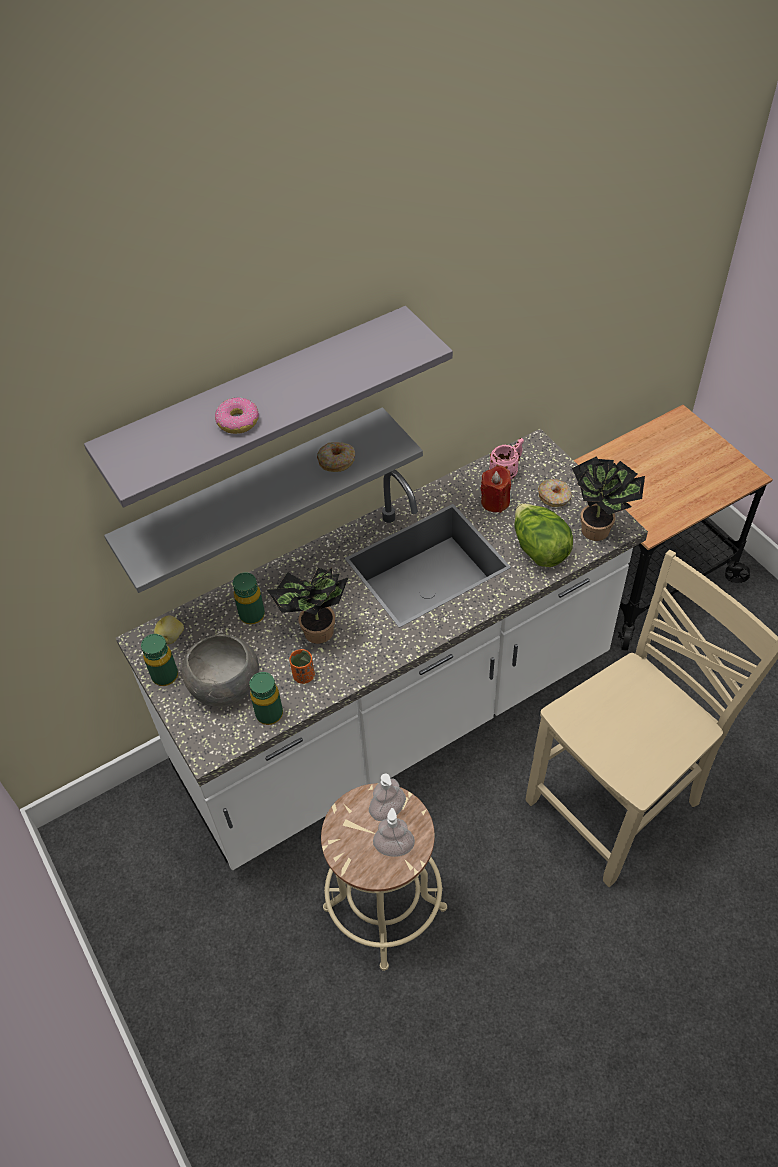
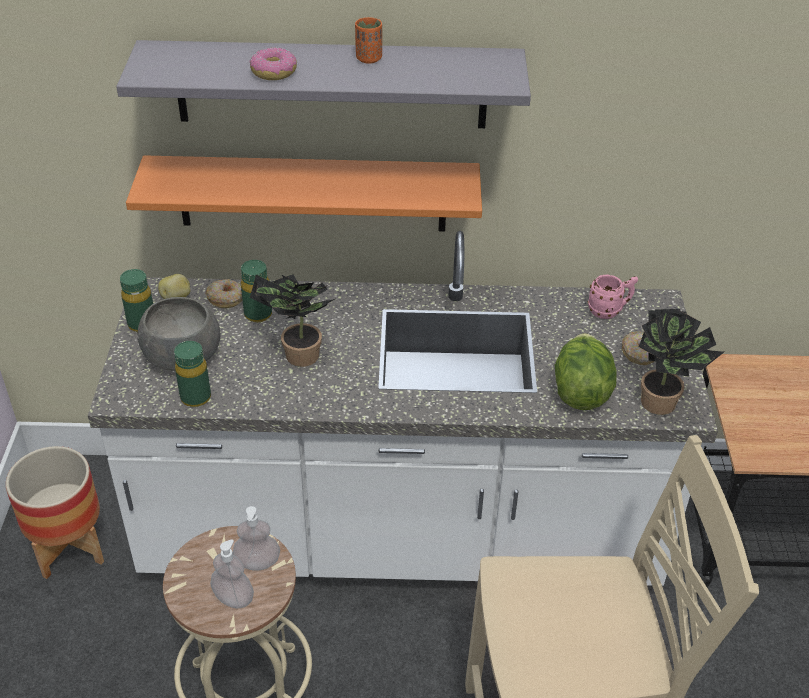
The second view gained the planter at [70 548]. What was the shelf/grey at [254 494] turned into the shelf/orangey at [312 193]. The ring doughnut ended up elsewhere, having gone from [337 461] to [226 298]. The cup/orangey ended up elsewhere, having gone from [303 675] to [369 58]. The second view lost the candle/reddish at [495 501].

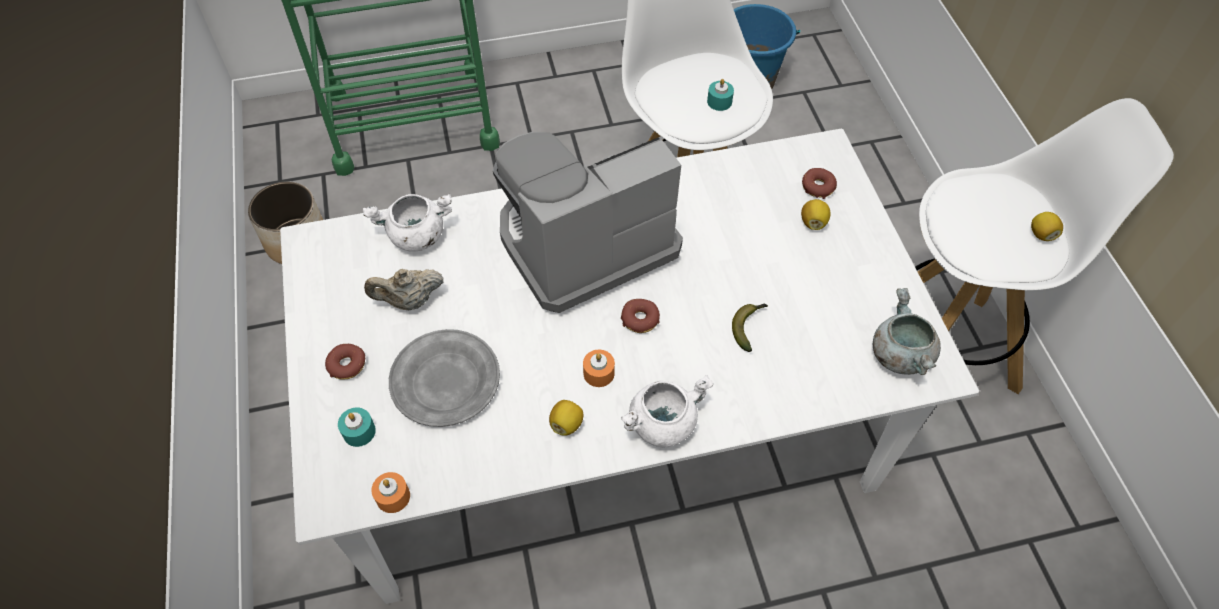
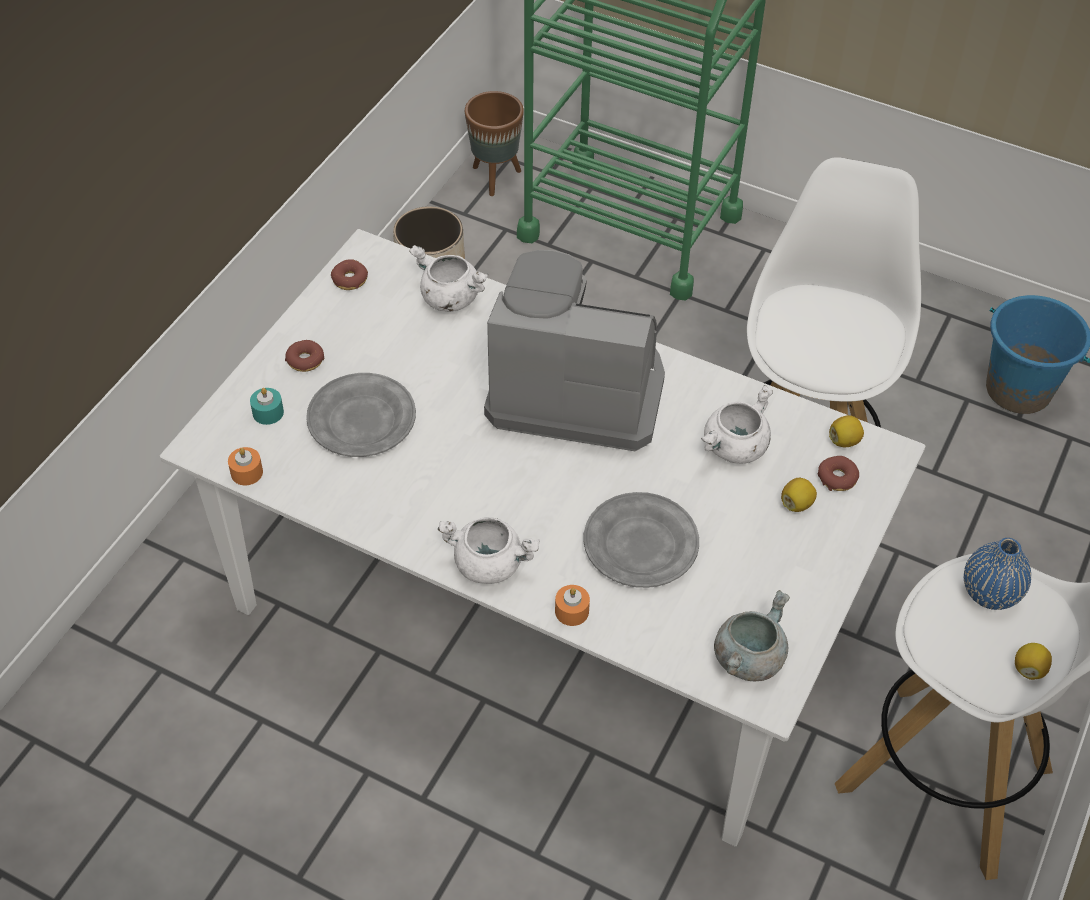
The ring doughnut ended up elsewhere, having gone from [640 319] to [350 279]. The second view gained the planter/brown-coloured at [495 177]. The candle/orangey ended up elsewhere, having gone from [598 373] to [572 611]. Where the whole banana stood at [749 327], the plate/grey came to stand at [640 545]. The second view gained the stockpot/white at [734 448]. The lemon ended up elsewhere, having gone from [566 424] to [844 441]. The second view gained the flower vase/bluish at [990 592]. The second view lost the pot for tea/beige at [409 301]. The second view lost the candle/turquoise-coloured at [719 101].

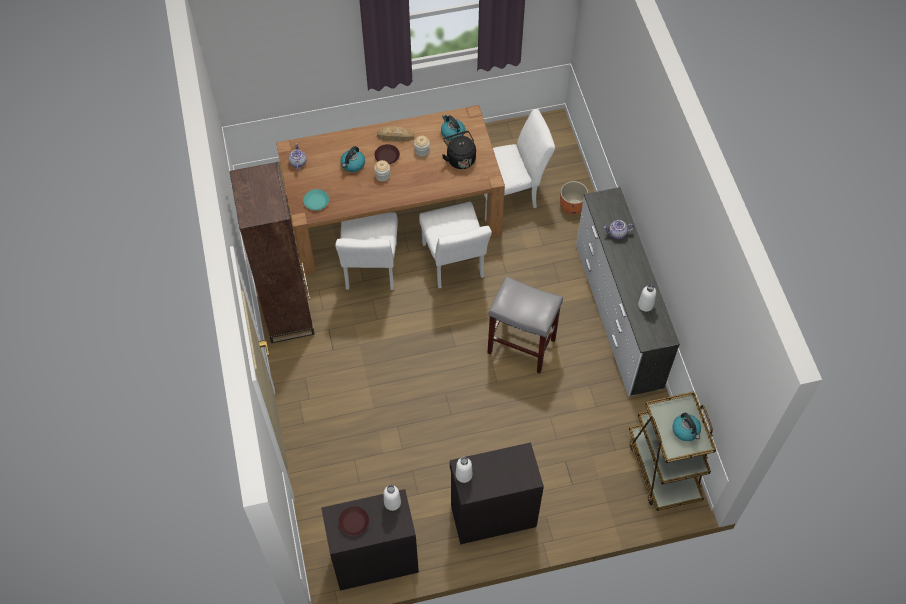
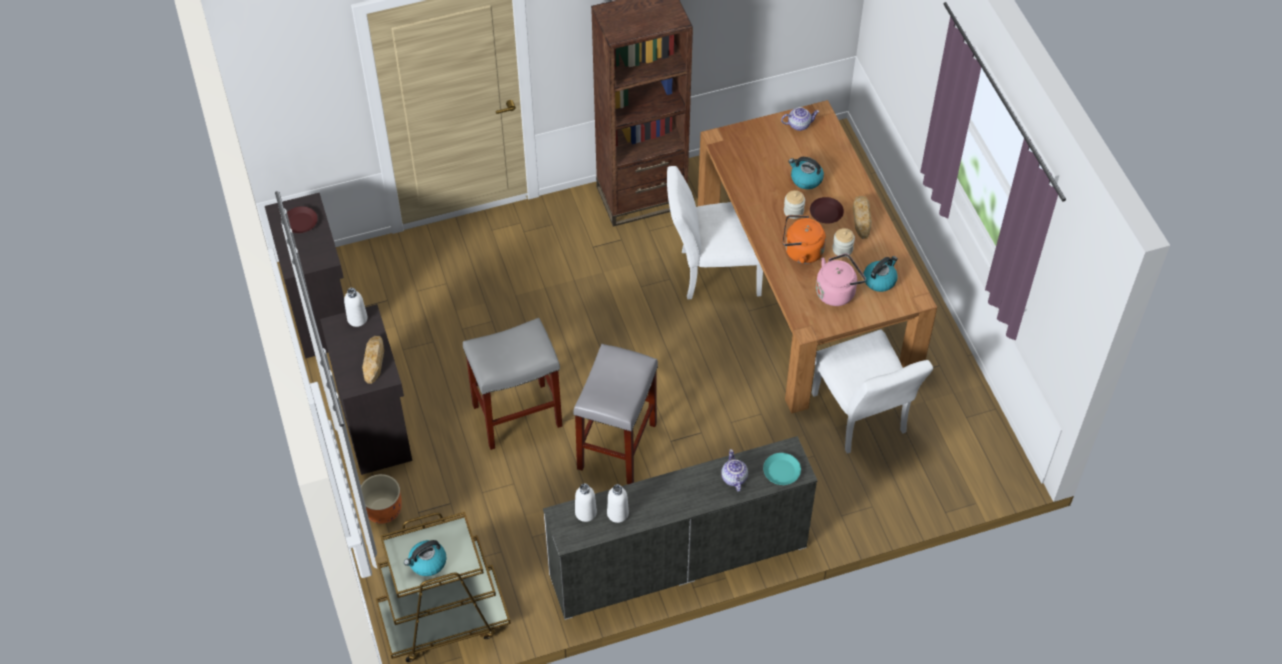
The planter/orangey ended up elsewhere, having gone from [571 206] to [383 509]. The second view gained the bread at [374 361]. The second view gained the stool seat/grey at [516 416]. The beverage bottle/white ended up elsewhere, having gone from [392 502] to [585 512]. The plate/turquoise-coloured ended up elsewhere, having gone from [316 202] to [781 471]. The second view gained the water kettle/orangey at [801 251]. What was the water kettle/blackish at [460 158] turned into the water kettle/pinkish at [837 291]. The second view lost the upright chair/white at [454 265].

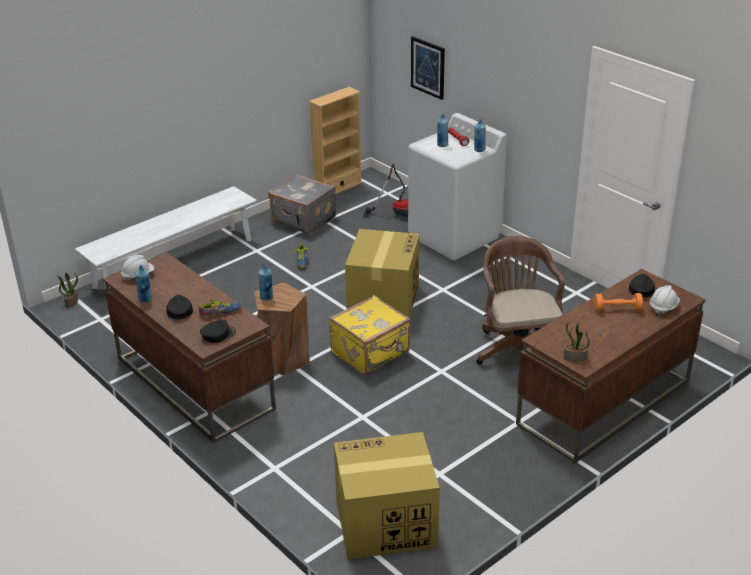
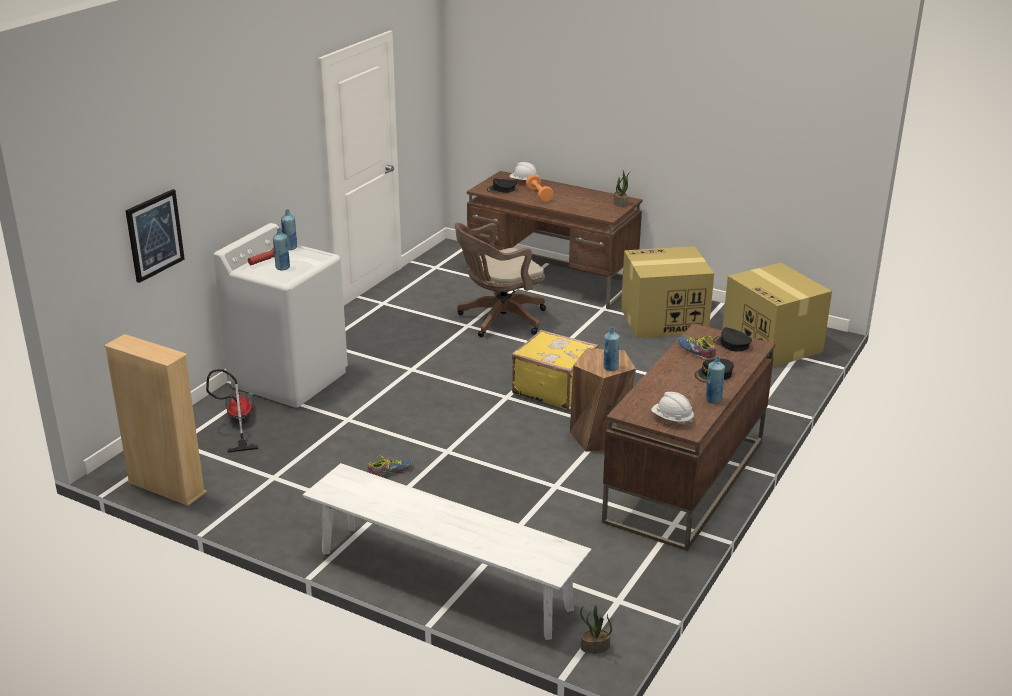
The carton ended up elsewhere, having gone from [383 300] to [662 320]. The second view lost the travel case/grey at [303 220].

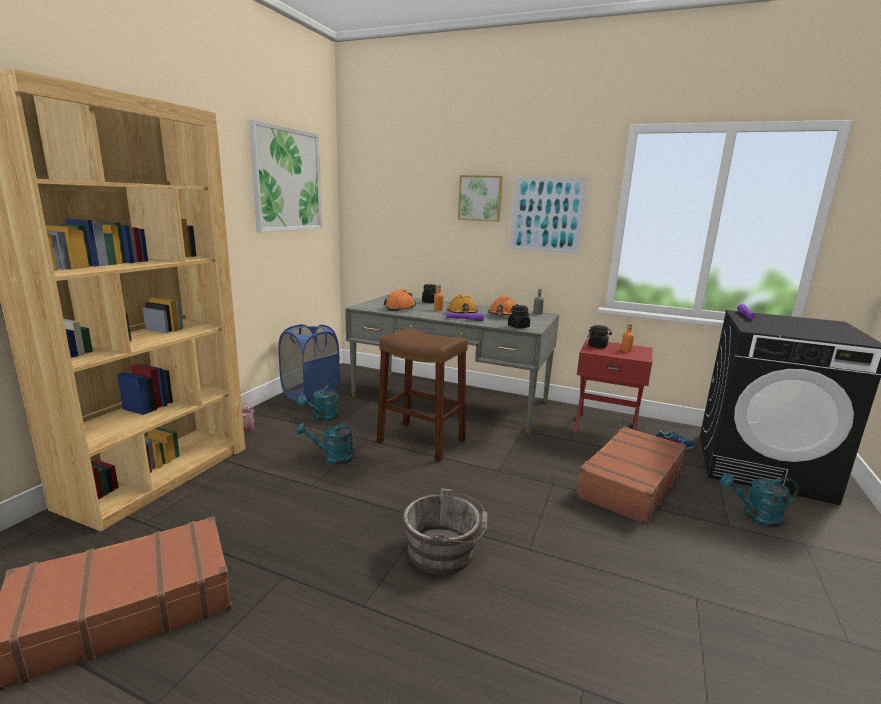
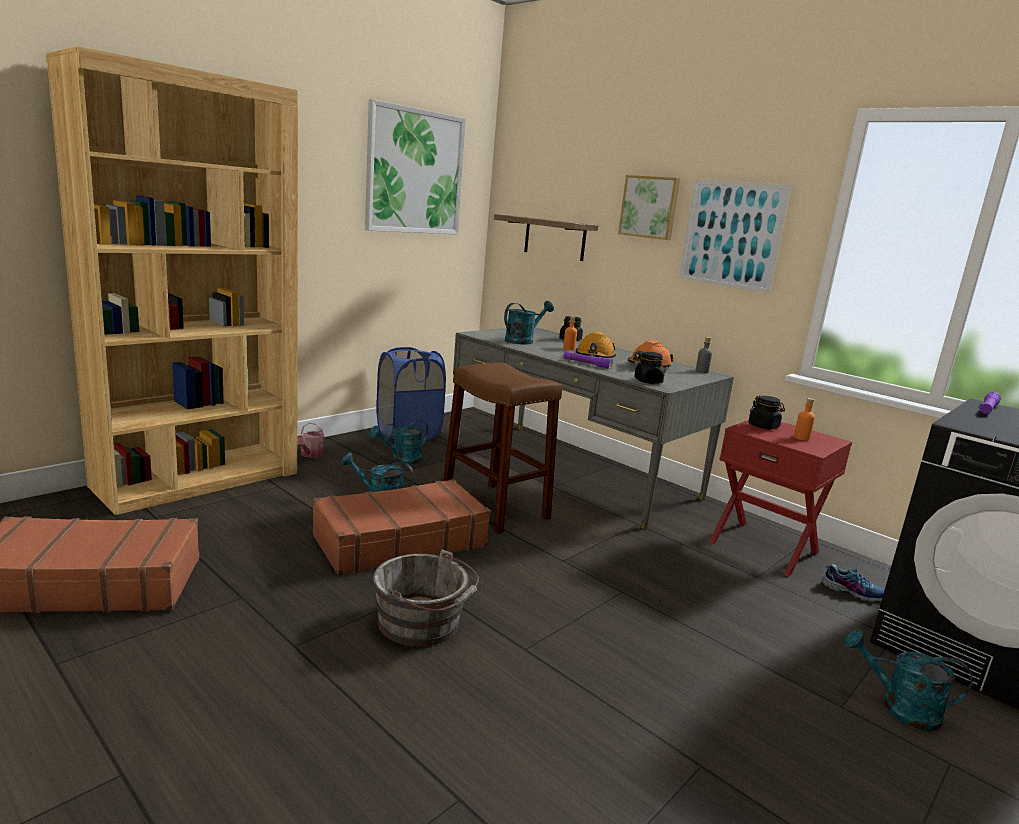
The travel case/brown-coloured ended up elsewhere, having gone from [629 483] to [399 541]. The second view gained the shelf at [554 238]. Where the safety helmet/orangey stood at [400 307], the sprinkling can/turquoise-coloured came to stand at [523 341].

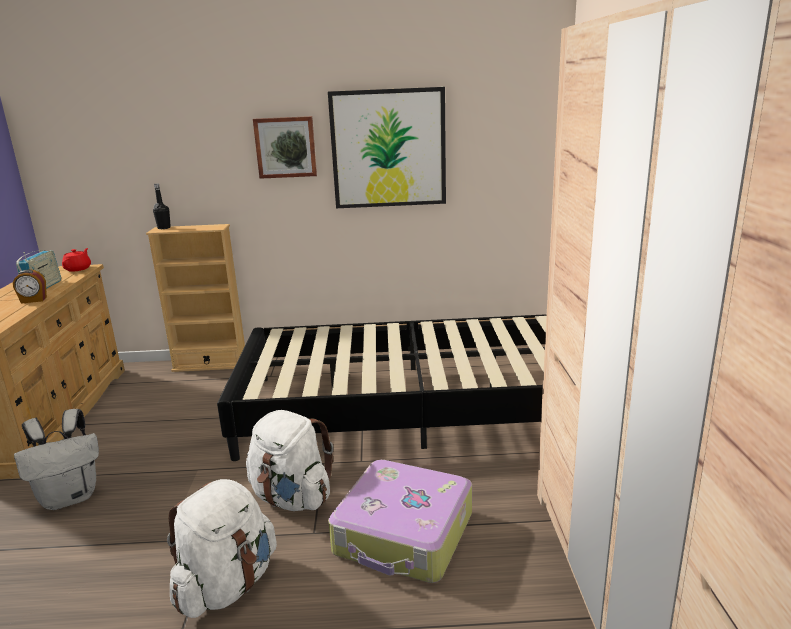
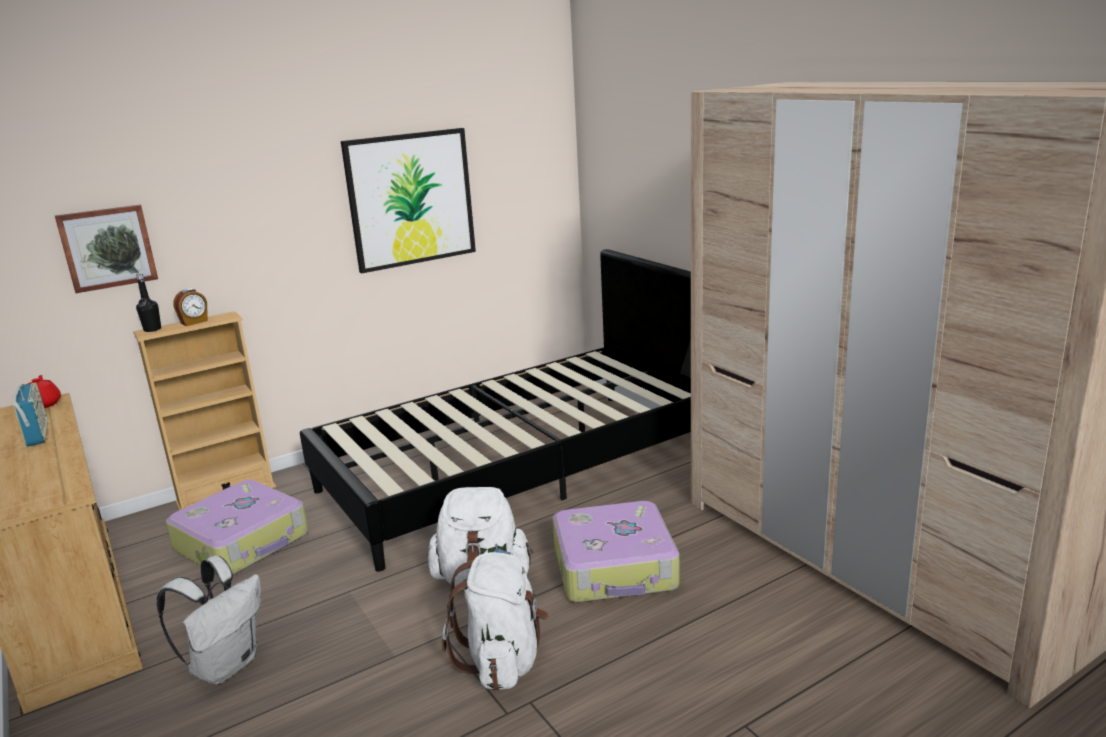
The picture ended up elsewhere, having gone from [285 147] to [107 247]. The second view gained the travel case at [243 542]. The table clock ended up elsewhere, having gone from [33 300] to [194 322].

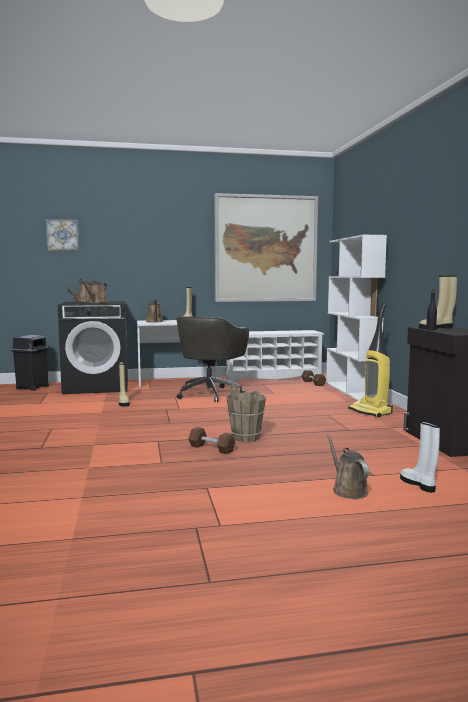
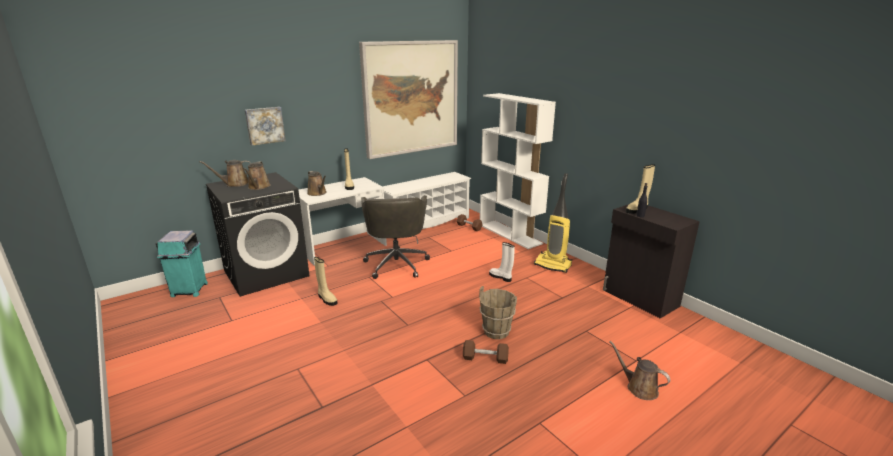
What was the trash can/blackish at [32 387] turned into the trash can/turquoise-coloured at [189 290]. The picture ended up elsewhere, having gone from [62 235] to [265 125]. The boot/white ended up elsewhere, having gone from [418 484] to [501 277].

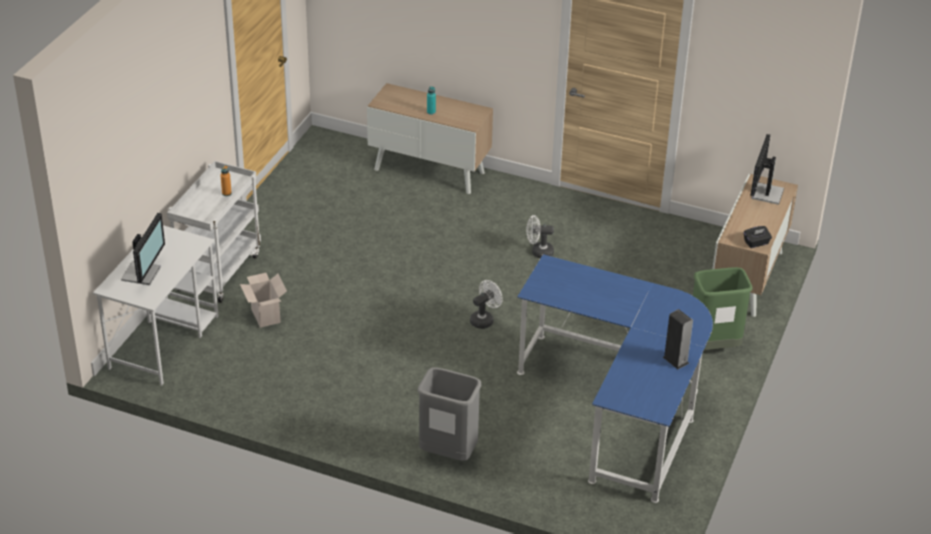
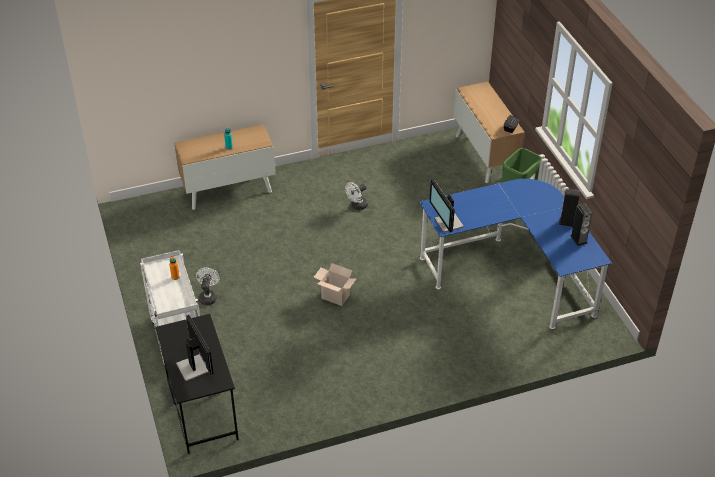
What was the desk/white at [164 341] turned into the desk/blackish at [201 409]. The cooling fan/white ended up elsewhere, having gone from [484 319] to [208 296]. The carton ended up elsewhere, having gone from [264 315] to [334 297]. The monitor ended up elsewhere, having gone from [765 194] to [447 223]. The second view gained the loudspeaker at [578 239]. The second view lost the trash can/grey at [448 453].

